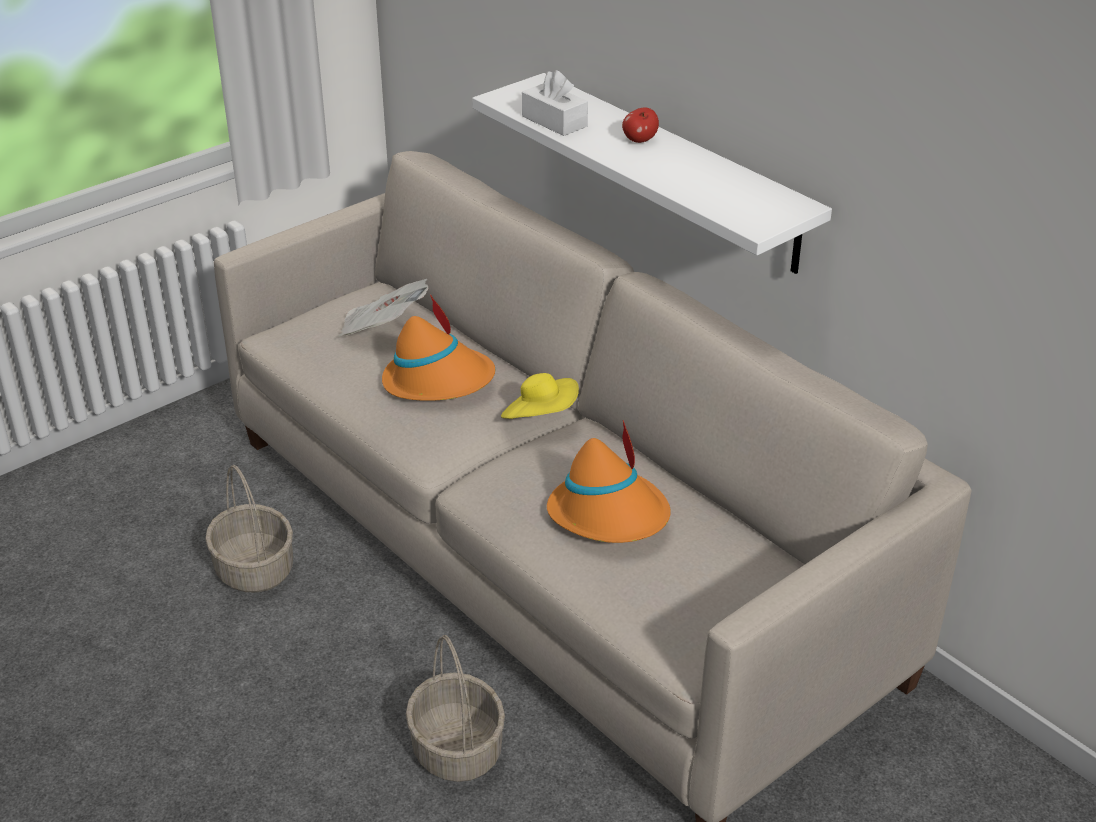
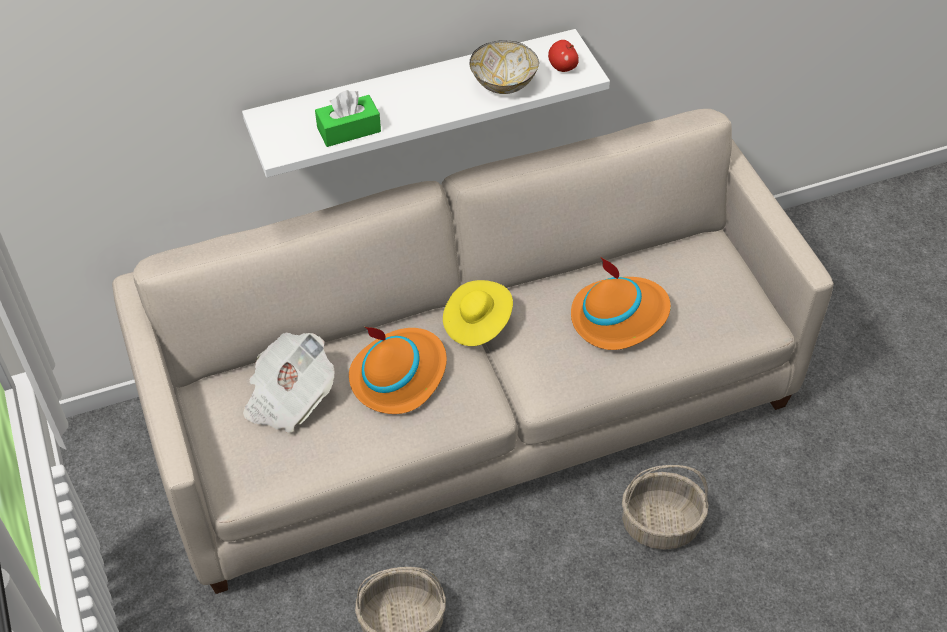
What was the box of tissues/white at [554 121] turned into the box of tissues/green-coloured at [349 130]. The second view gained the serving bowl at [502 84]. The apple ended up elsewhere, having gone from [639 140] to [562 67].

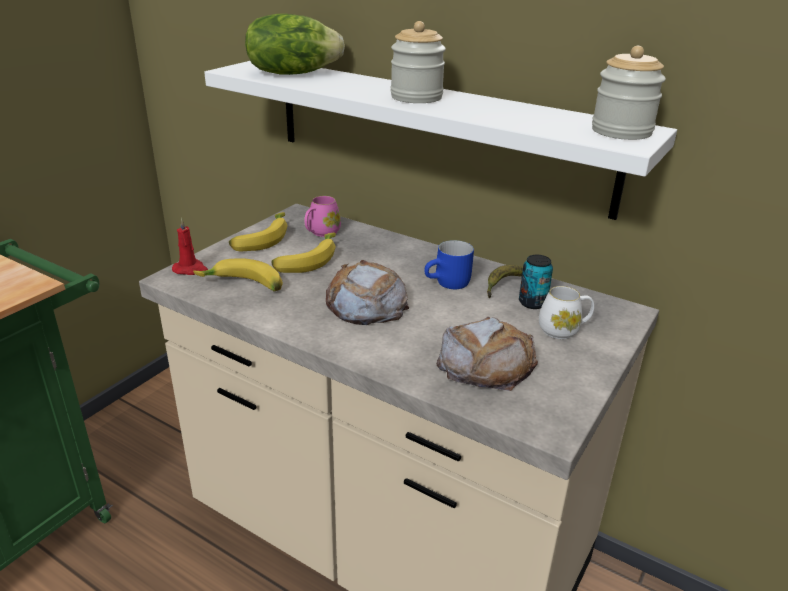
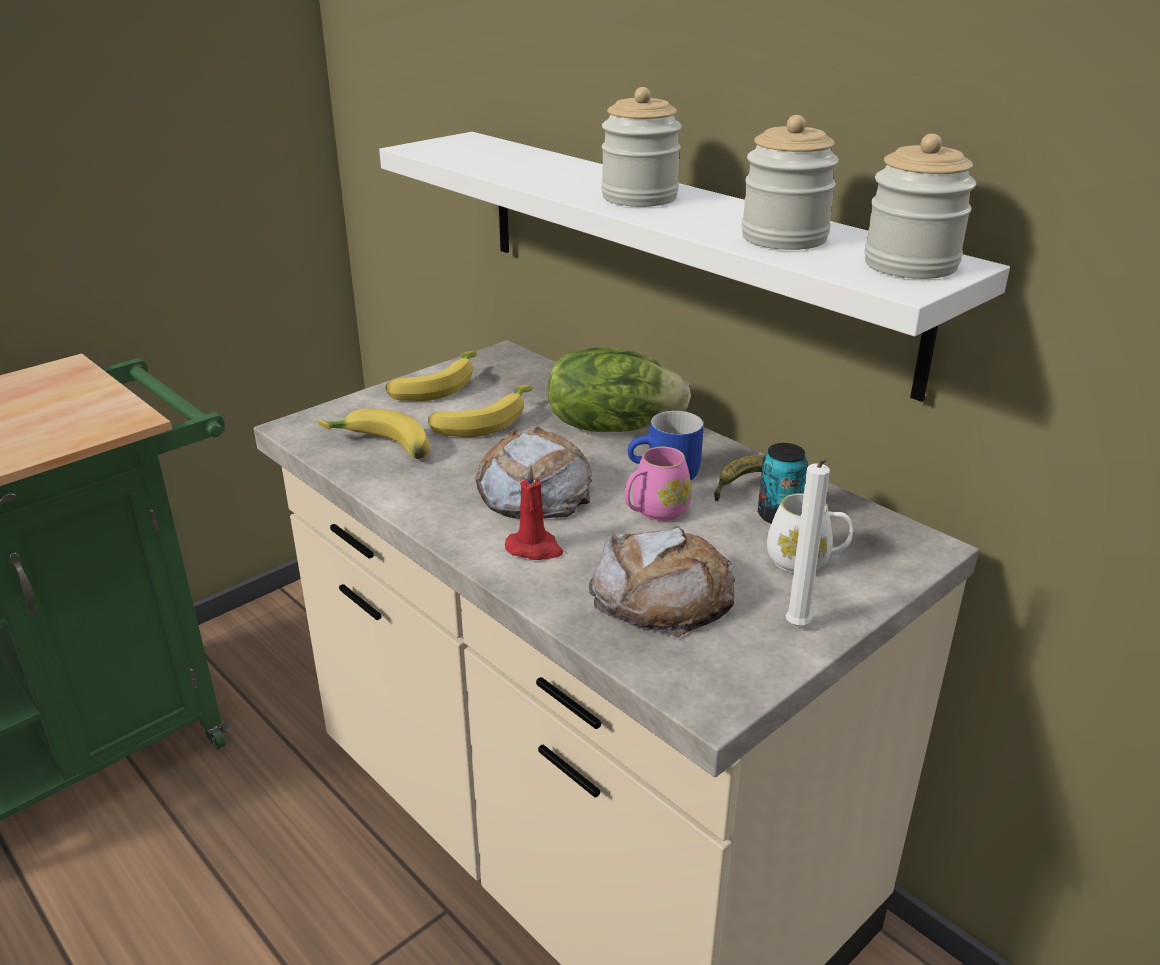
The candle/reddish ended up elsewhere, having gone from [190 269] to [535 548]. The head of lettuce ended up elsewhere, having gone from [292 73] to [612 426]. The coffee mug/pinkish ended up elsewhere, having gone from [321 233] to [654 512]. The second view gained the storage jar at [784 238]. The second view gained the candle/white at [797 629].

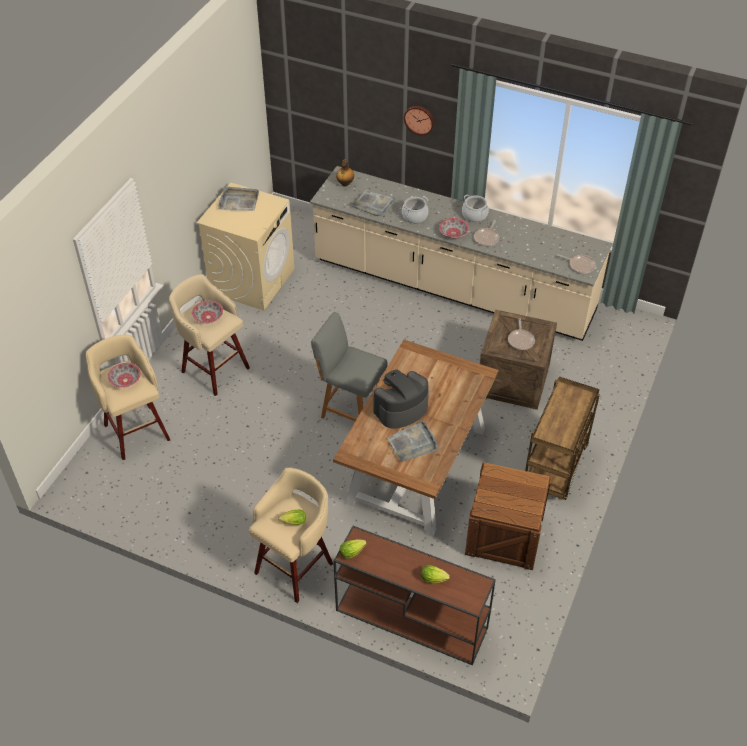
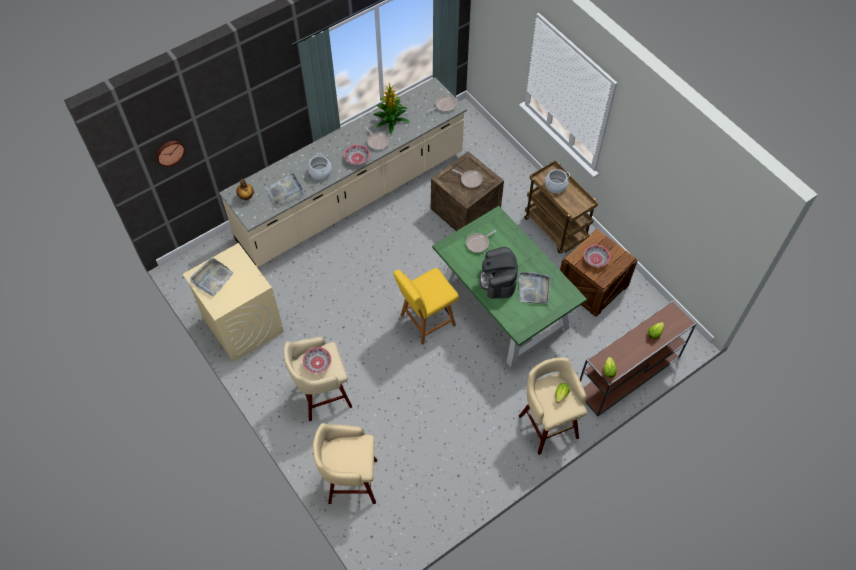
The wall clock ended up elsewhere, having gone from [419 119] to [169 152]. The second view gained the houseplant at [390 120]. What was the upright chair/grey at [350 408] turned into the upright chair/yellow at [426 321]. What was the dining table/brown-coloured at [416 465] turned into the dining table/green-coloured at [504 306]. The second view gained the frying pan at [478 243]. The stockpot ended up elsewhere, having gone from [474 215] to [555 185]. The serving bowl ended up elsewhere, having gone from [125 380] to [595 259].

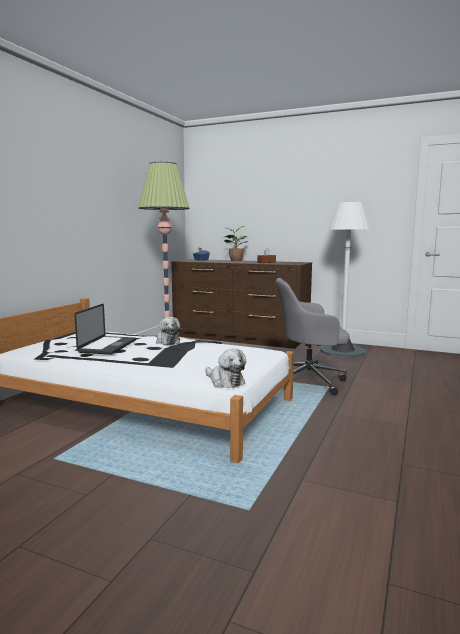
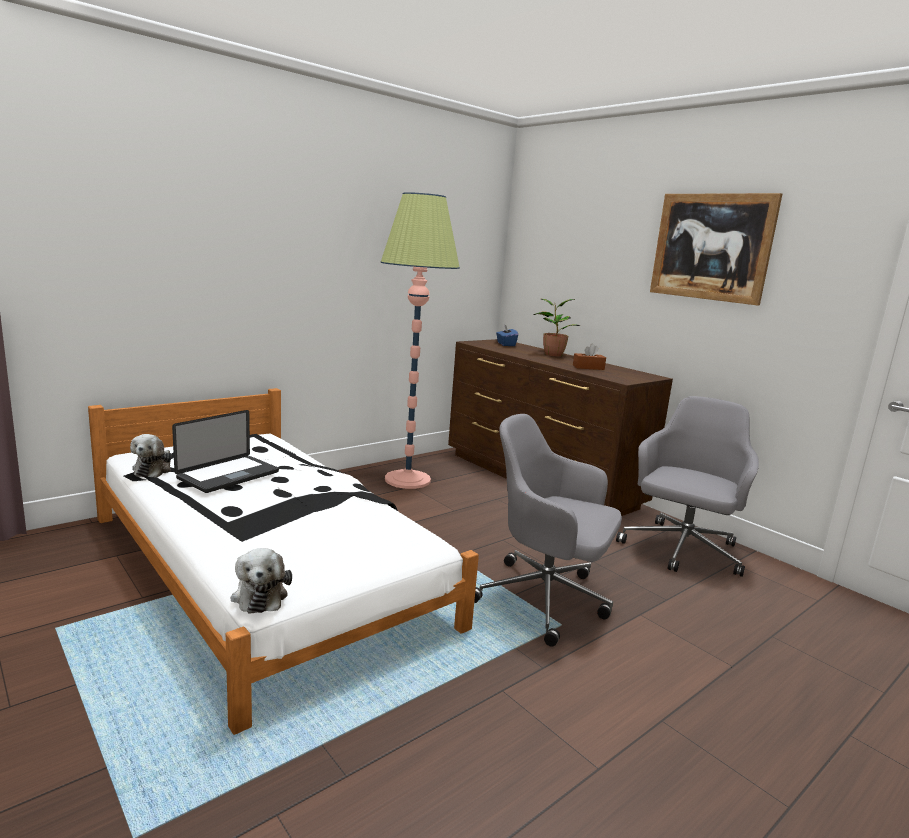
The soft toy ended up elsewhere, having gone from [167 341] to [153 469]. Where the standing lamp/white stood at [342 351], the desk chair/grey came to stand at [681 550]. The second view gained the picture at [711 247].

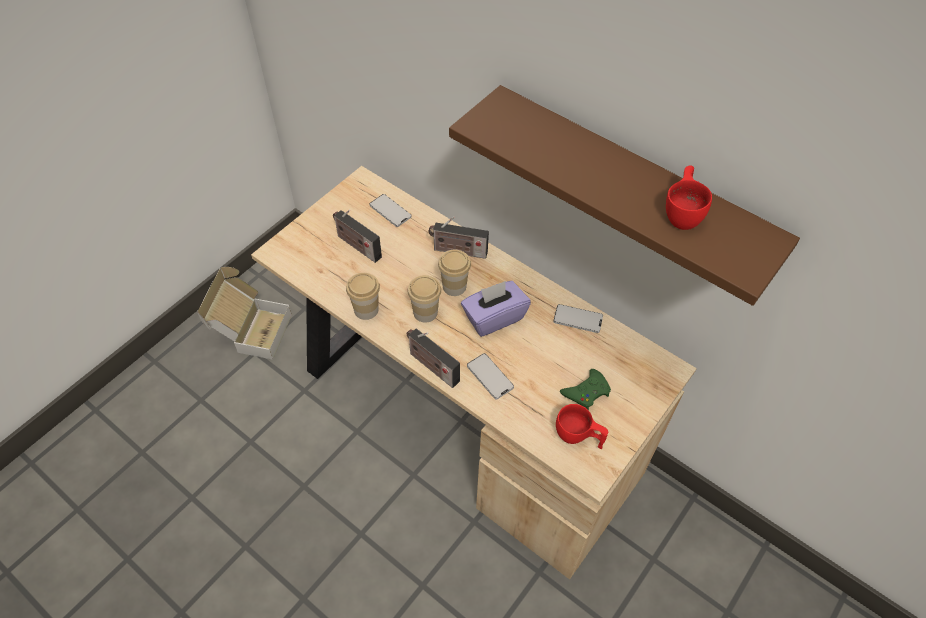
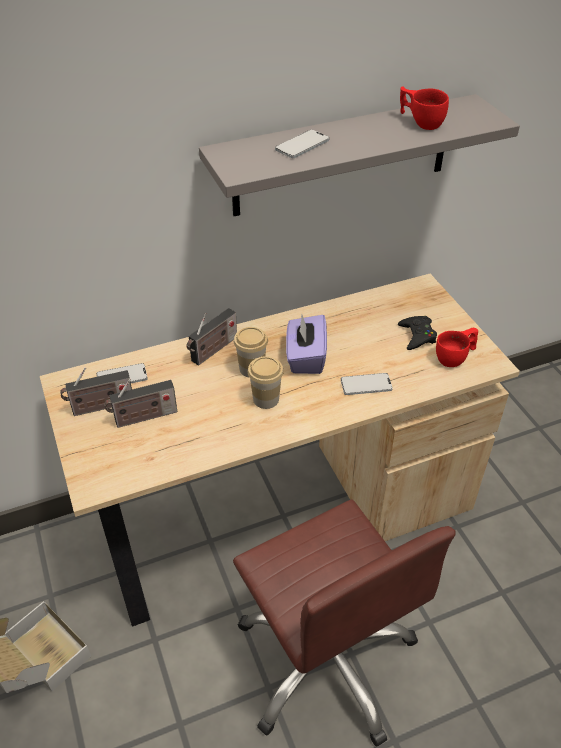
The radio receiver ended up elsewhere, having gone from [431 366] to [100 407]. What was the shelf/brown-coloured at [630 187] turned into the shelf/grey at [342 156]. The second view gained the desk chair/brown-coloured at [326 659]. The telephone ended up elsewhere, having gone from [578 319] to [302 145]. What was the joypad/green-coloured at [586 392] turned into the joypad/blackish at [417 336]. The second view lost the cup at [366 309].

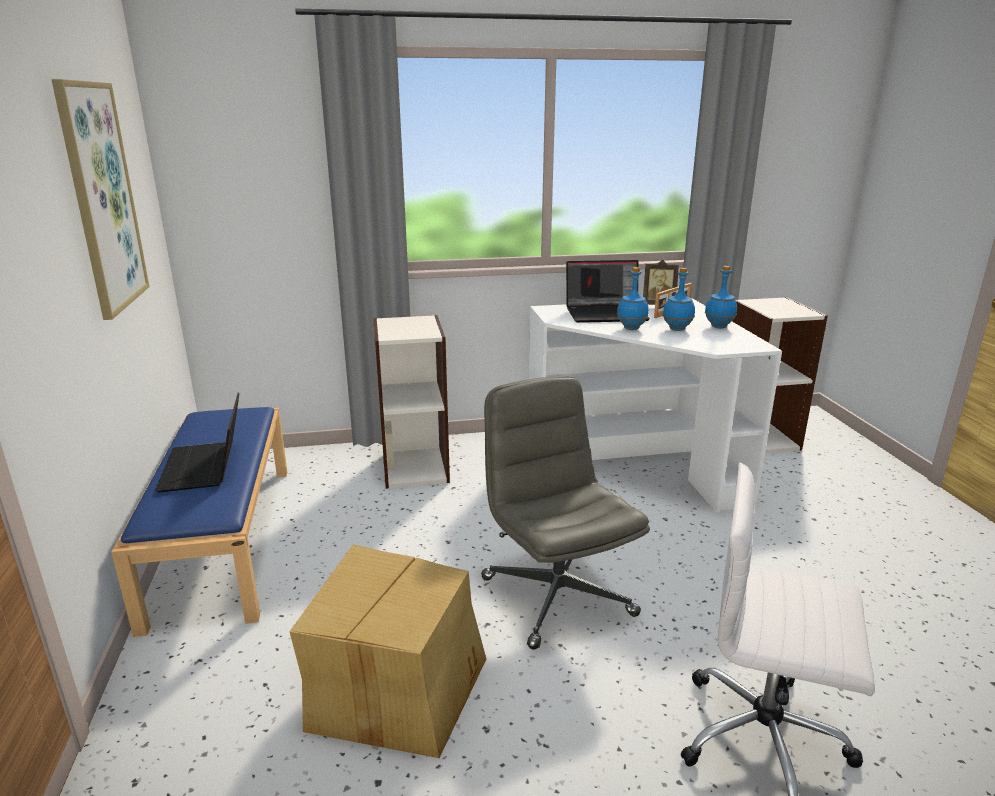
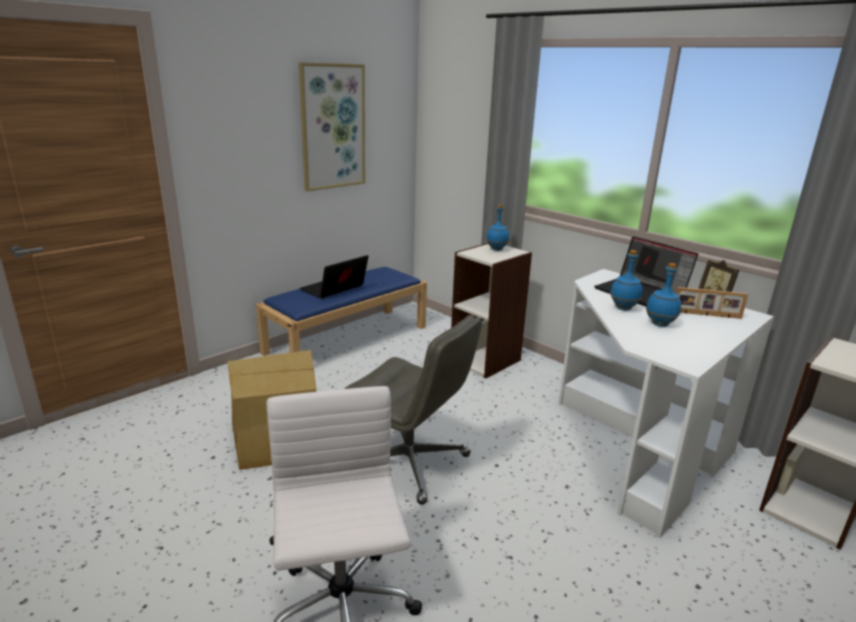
The desk chair/grey at [556 595] ended up facing another way, 90 degrees clockwise from before. The beverage bottle/bluish ended up elsewhere, having gone from [718 327] to [496 249].

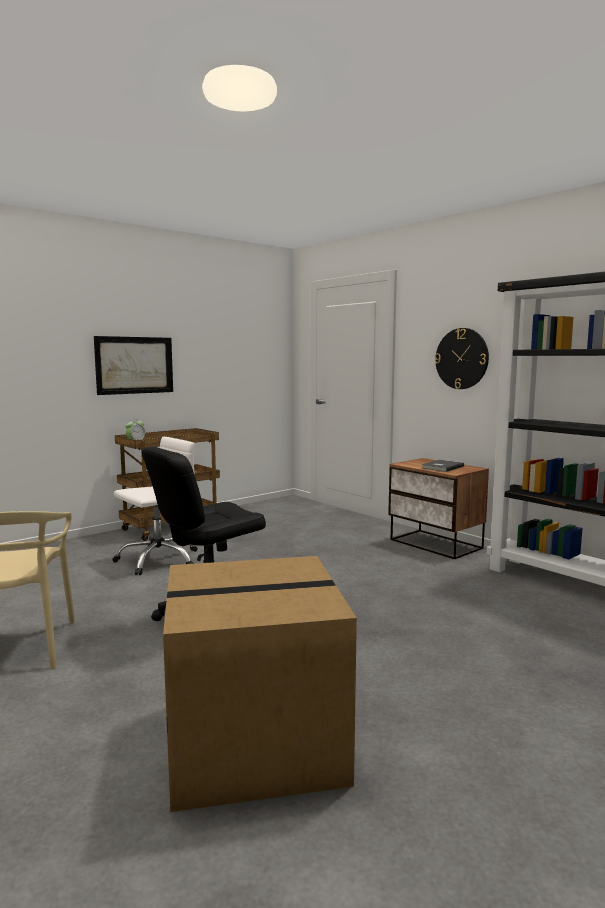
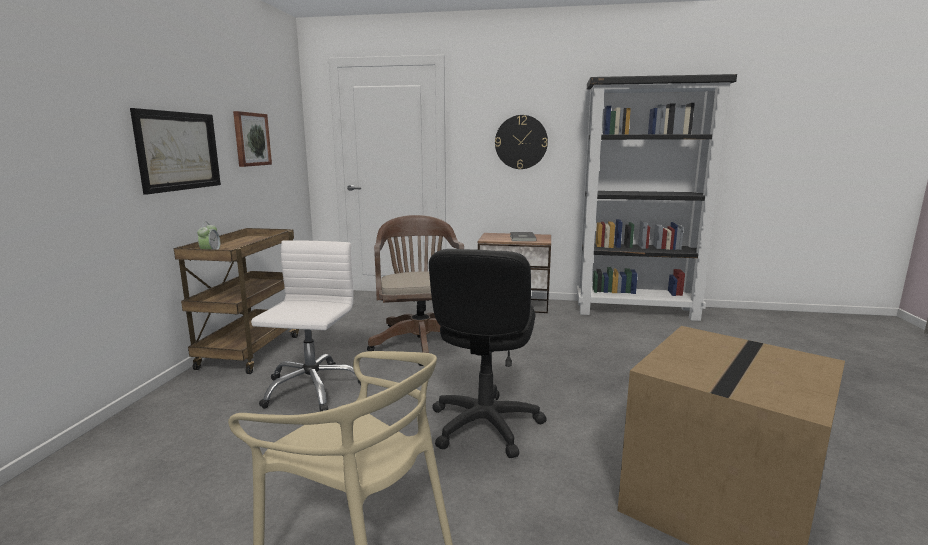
The second view gained the picture at [251 139]. The second view gained the desk chair/brown-coloured at [420 341].

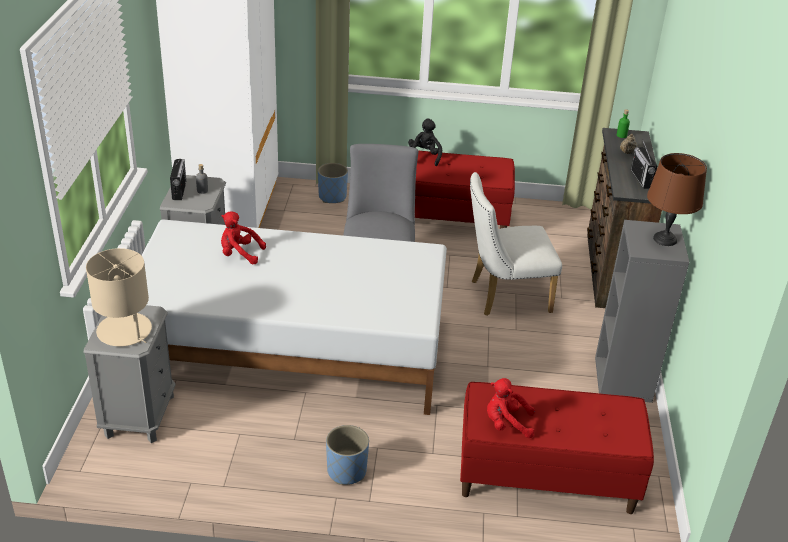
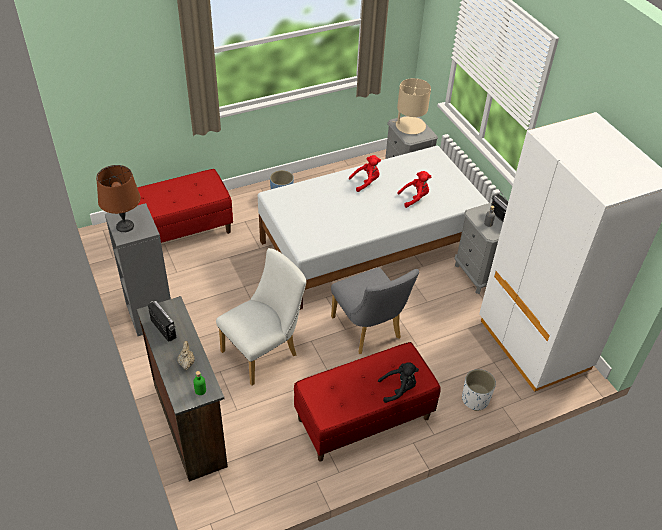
The soft toy/reddish ended up elsewhere, having gone from [506 424] to [366 182]. The soft toy/blackish at [424 157] ended up facing another way, 75 degrees counterclockwise from before. What was the planter/bluish at [332 197] turned into the planter/white at [475 399].

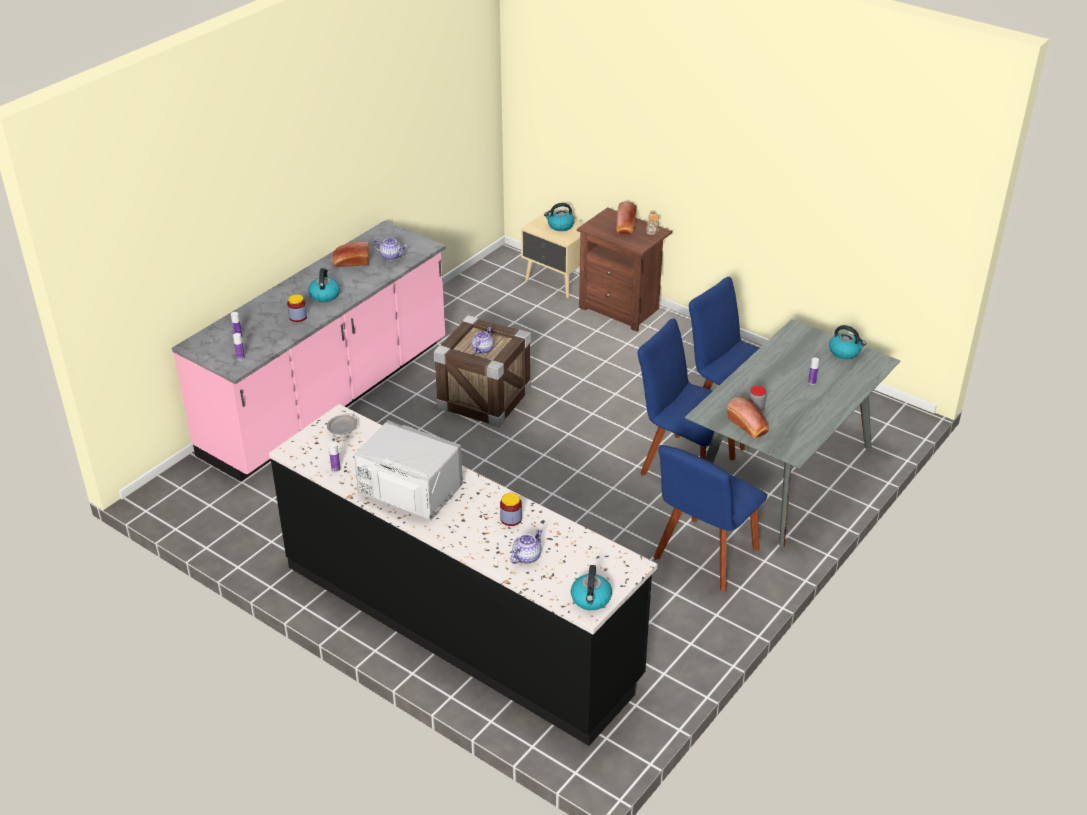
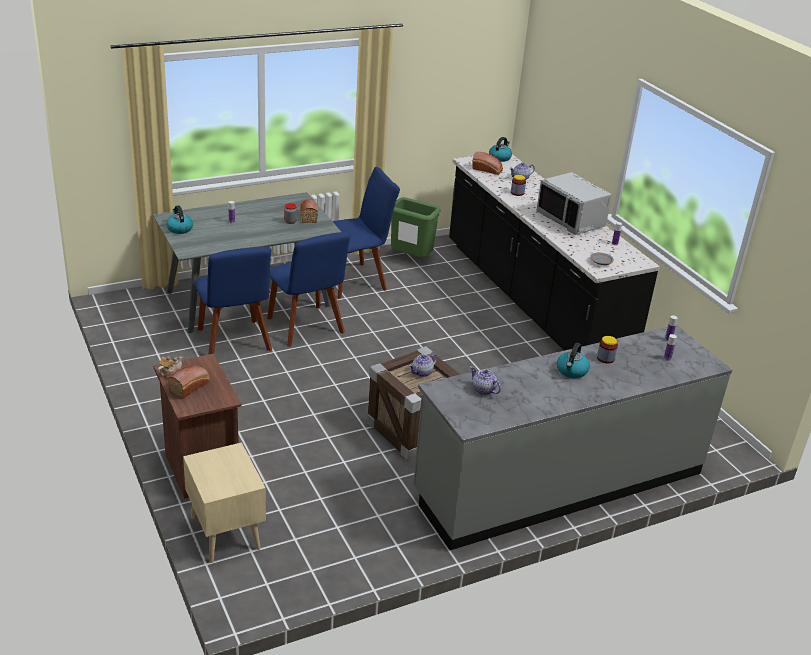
The second view gained the trash can/green-coloured at [410 260]. What was the kitchen counter/pinkish at [328 399] turned into the kitchen counter/grey at [559 483]. The bread ended up elsewhere, having gone from [351 262] to [487 170]. The second view lost the water kettle at [560 226].

